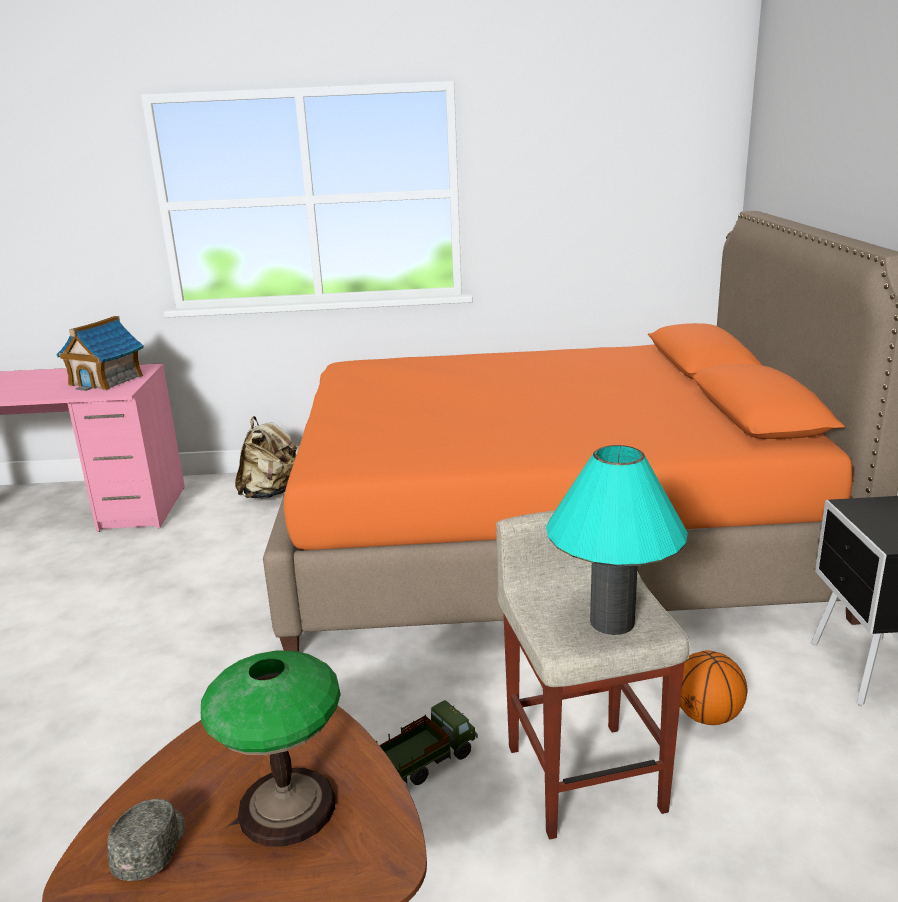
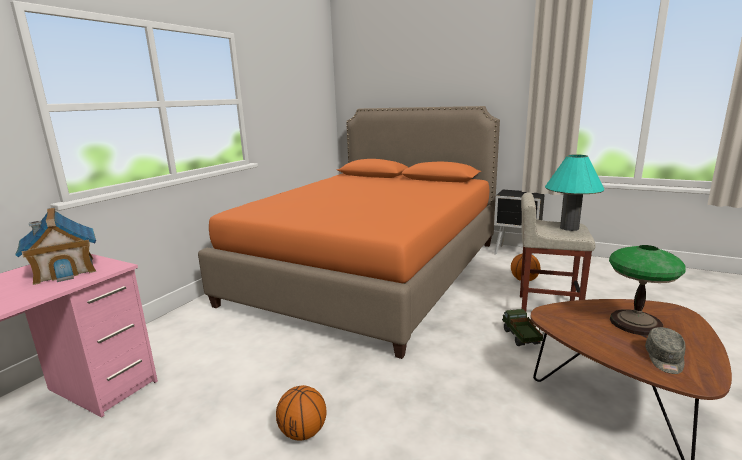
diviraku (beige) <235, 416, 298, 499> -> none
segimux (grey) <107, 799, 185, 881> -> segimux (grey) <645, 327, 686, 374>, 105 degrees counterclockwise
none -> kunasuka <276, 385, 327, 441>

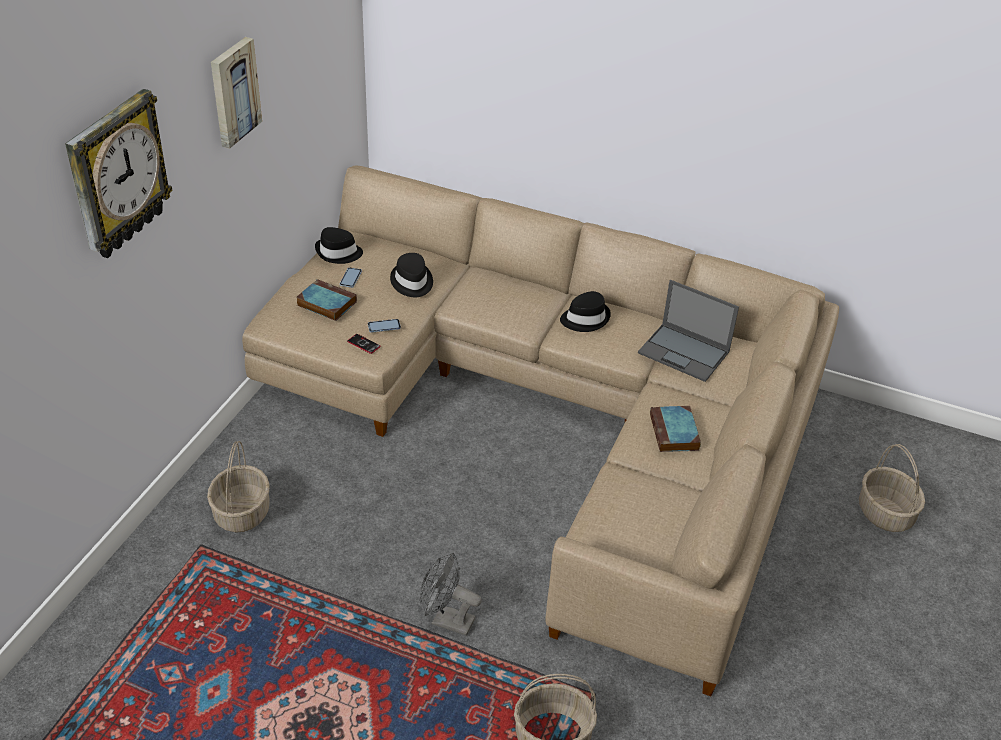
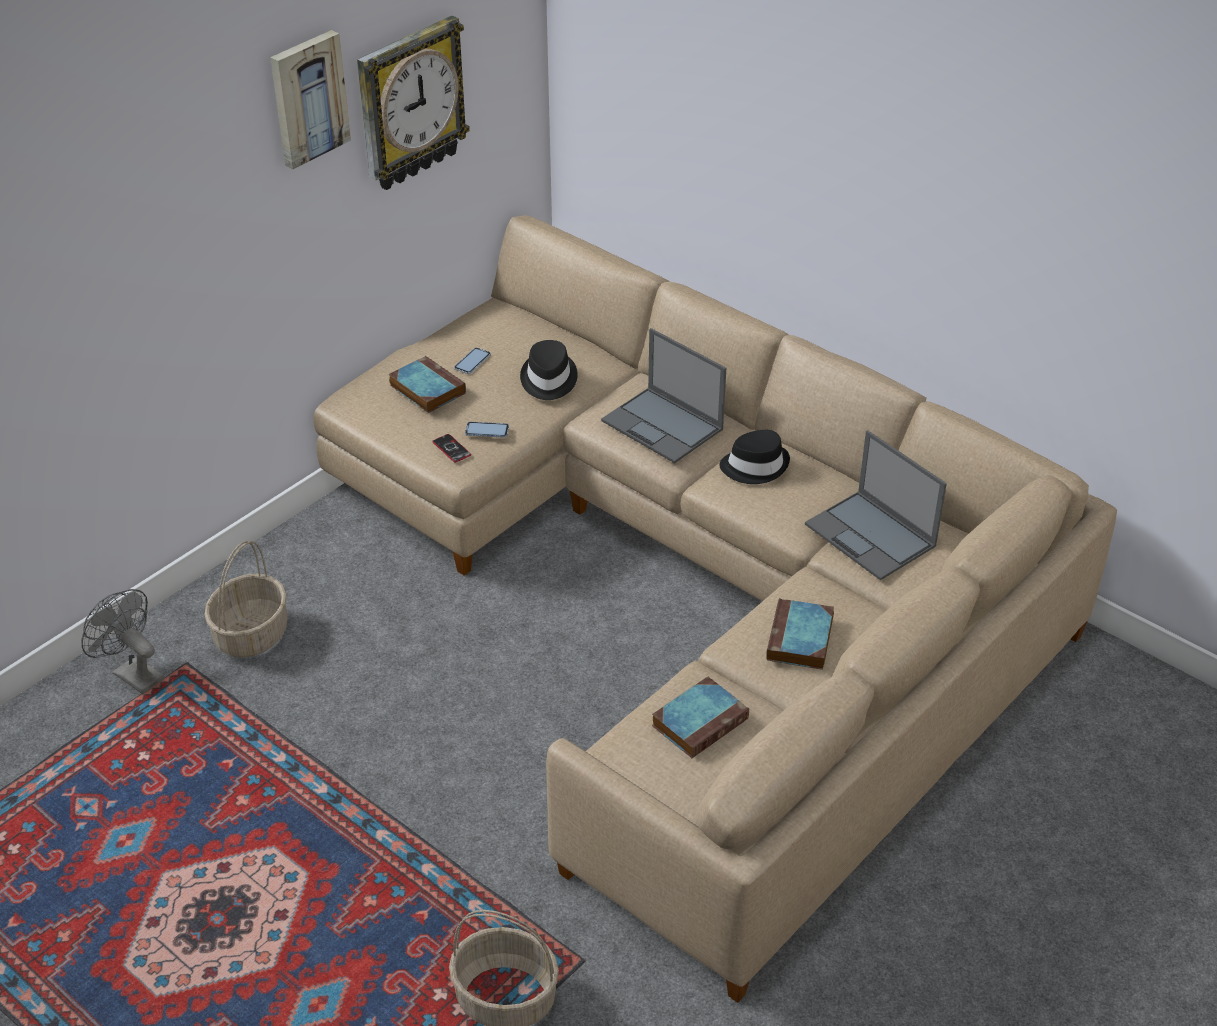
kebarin <65, 89, 173, 258> -> kebarin <357, 16, 470, 190>, relocated
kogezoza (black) <315, 227, 363, 264> -> none
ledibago <859, 444, 925, 532> -> none
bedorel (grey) <419, 553, 482, 636> -> bedorel (grey) <81, 589, 164, 694>, relocated
none -> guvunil <601, 328, 726, 463>
none -> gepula <652, 677, 749, 758>

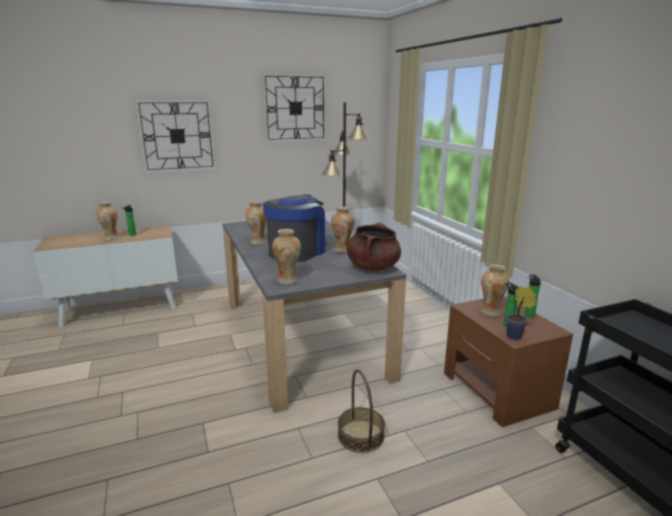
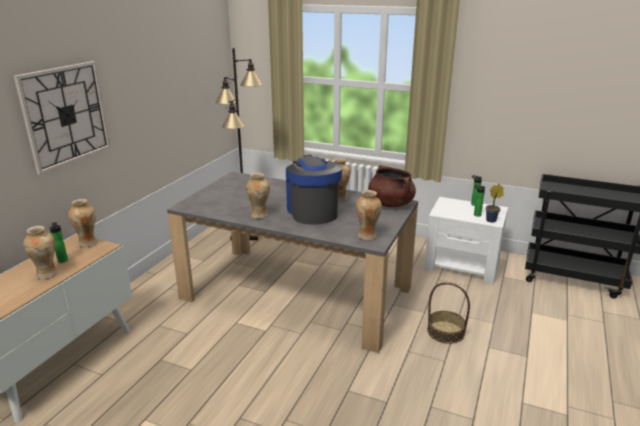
kebarin <262, 73, 327, 143> -> none
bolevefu <481, 264, 509, 316> -> bolevefu <68, 199, 97, 247>, relocated
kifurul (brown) <444, 296, 573, 427> -> kifurul (white) <424, 197, 508, 284>

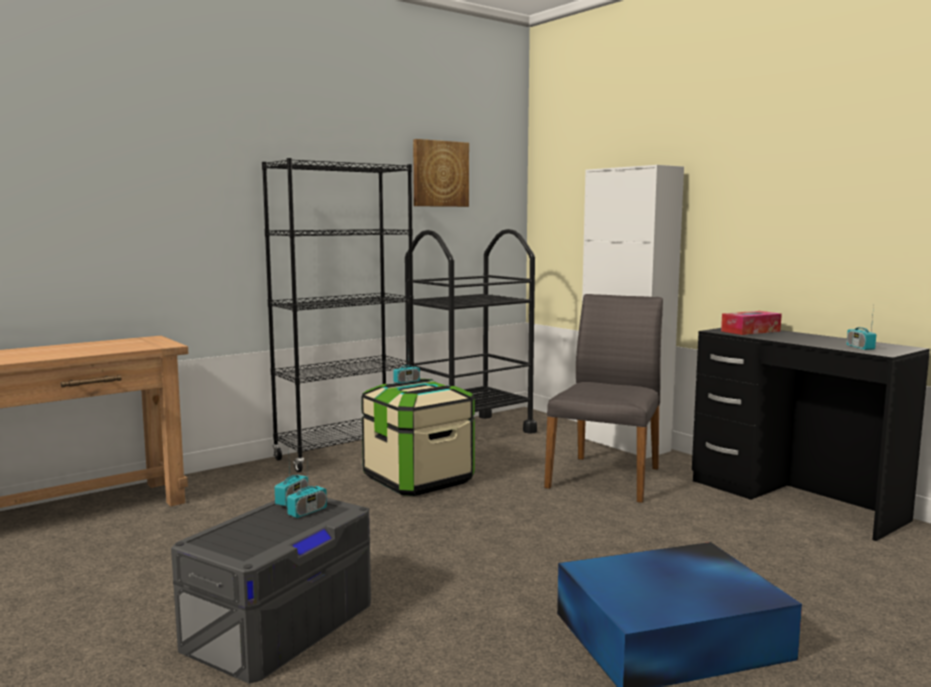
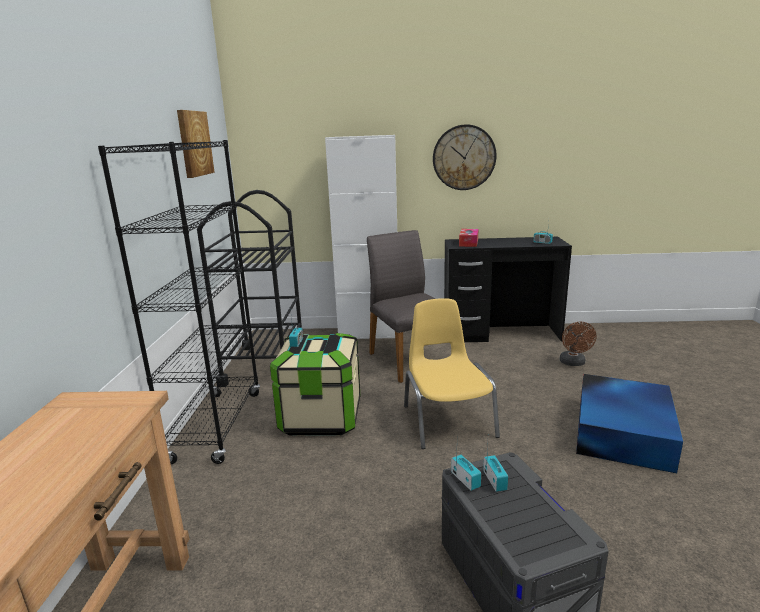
none -> kebarin <433, 124, 497, 190>
none -> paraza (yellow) <404, 298, 500, 449>
none -> bedorel (brown) <560, 322, 596, 366>

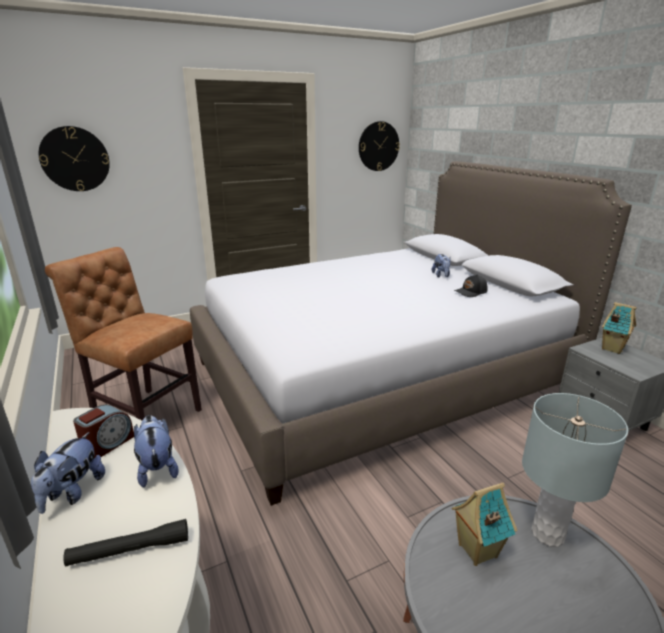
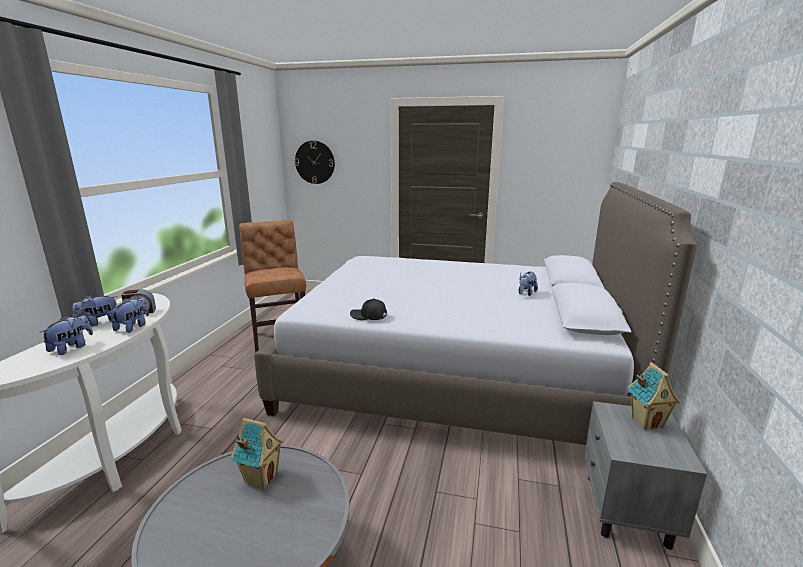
kebarin <359, 121, 400, 171> -> none
segimux (black) <454, 275, 488, 297> -> segimux (black) <350, 298, 387, 320>, relocated
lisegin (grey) <522, 393, 628, 547> -> none
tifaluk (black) <63, 519, 188, 566> -> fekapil <41, 315, 93, 355>

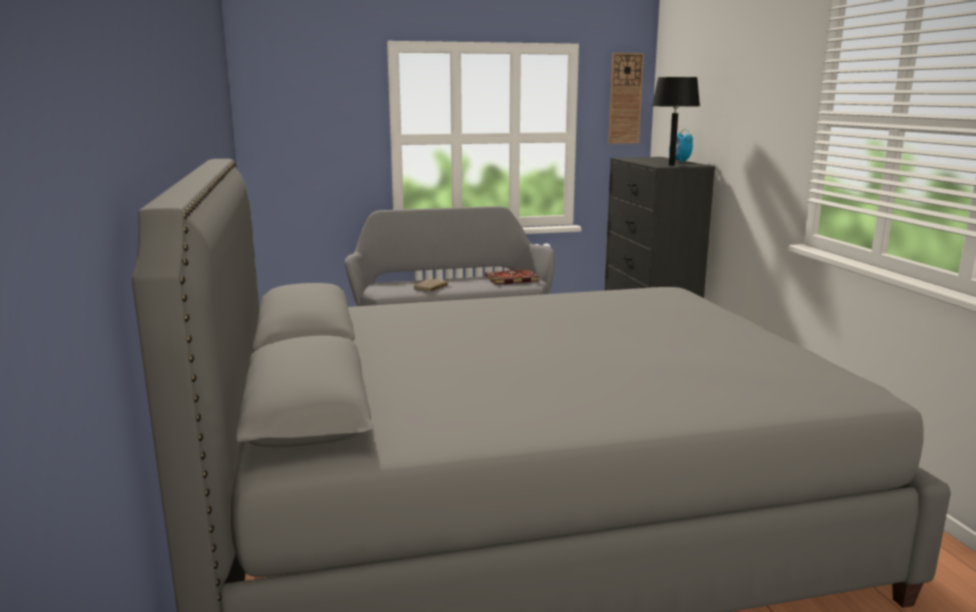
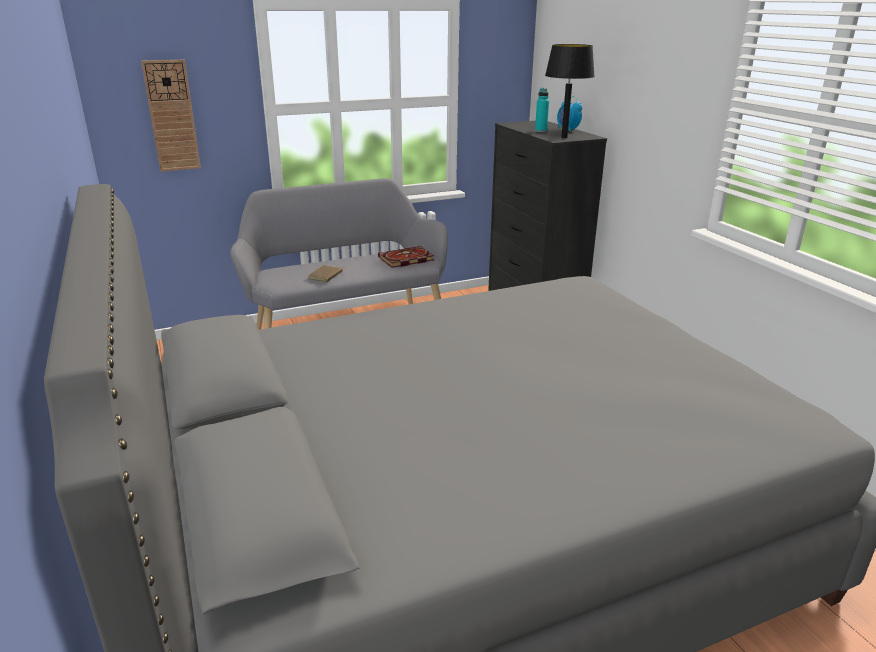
kebarin <608, 53, 644, 144> -> kebarin <141, 60, 201, 171>, relocated
none -> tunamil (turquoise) <535, 88, 549, 132>

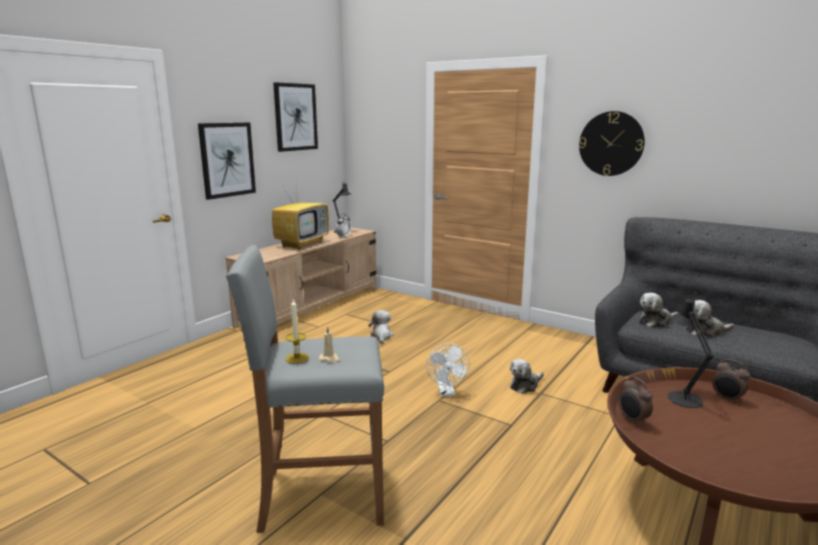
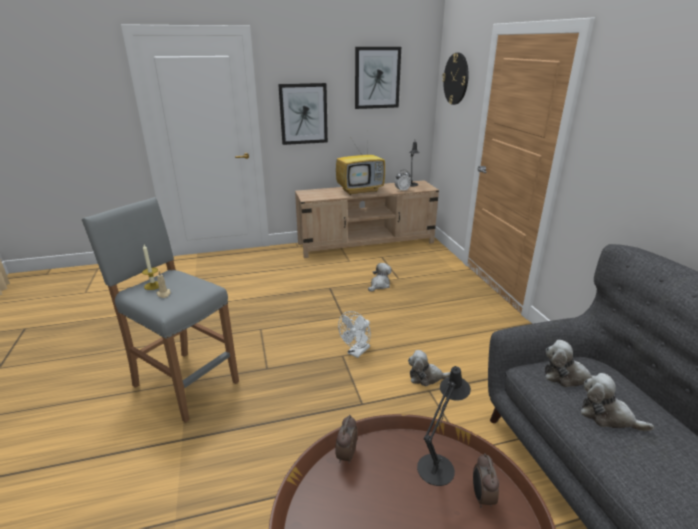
kebarin <579, 111, 645, 176> -> kebarin <442, 53, 469, 105>, relocated

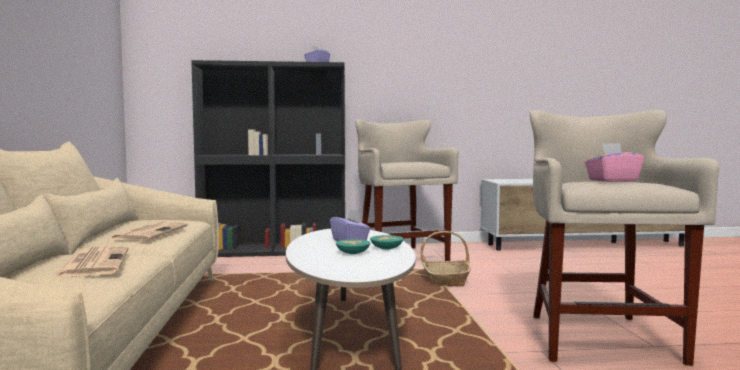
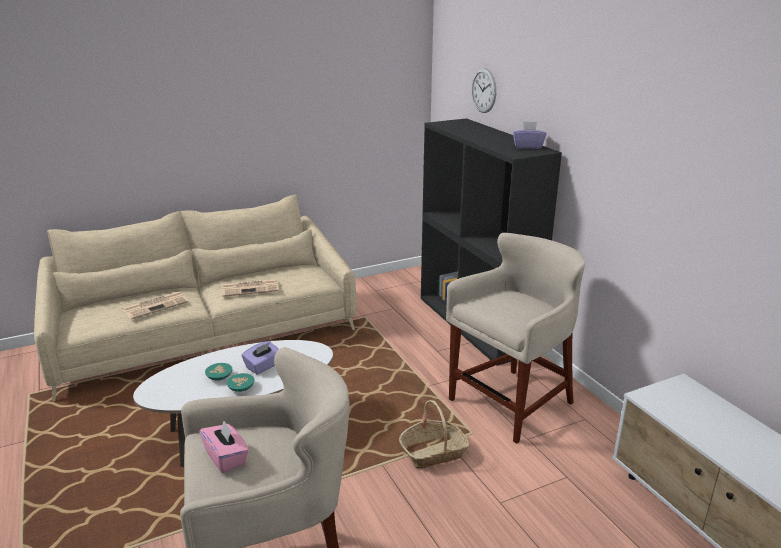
none -> kebarin <472, 68, 496, 113>

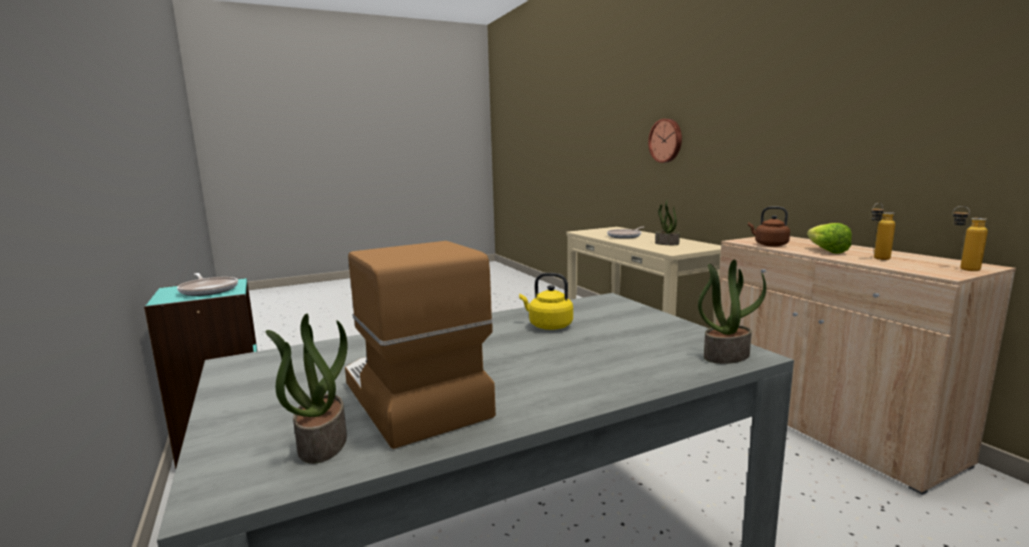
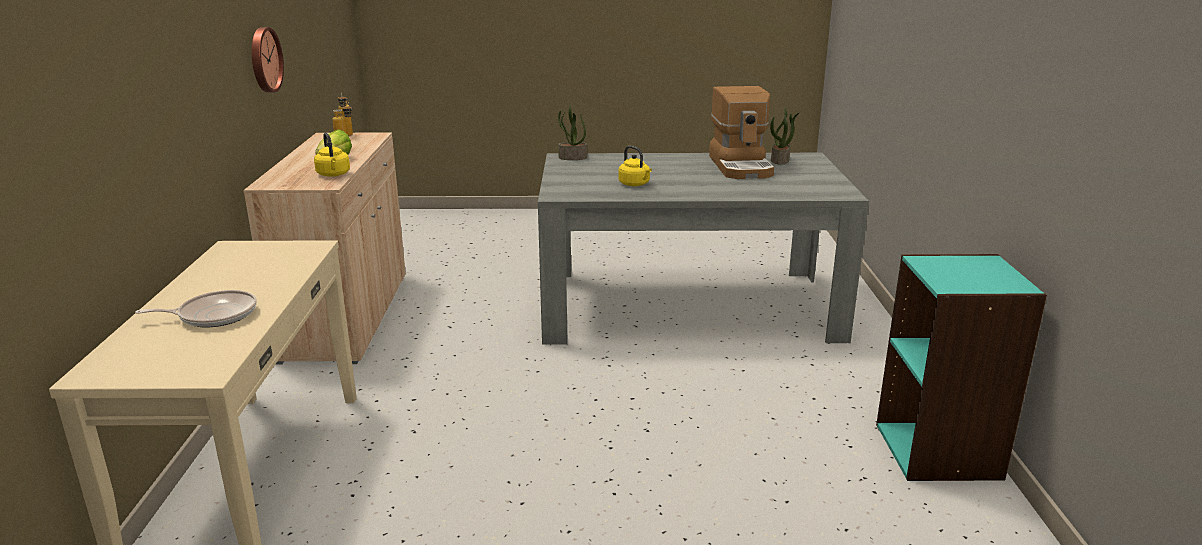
kebarin <648, 119, 682, 163> -> kebarin <252, 27, 284, 93>, relocated
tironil <655, 200, 680, 245> -> none
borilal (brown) <748, 206, 790, 246> -> borilal (yellow) <314, 133, 350, 177>
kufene <177, 273, 238, 296> -> none

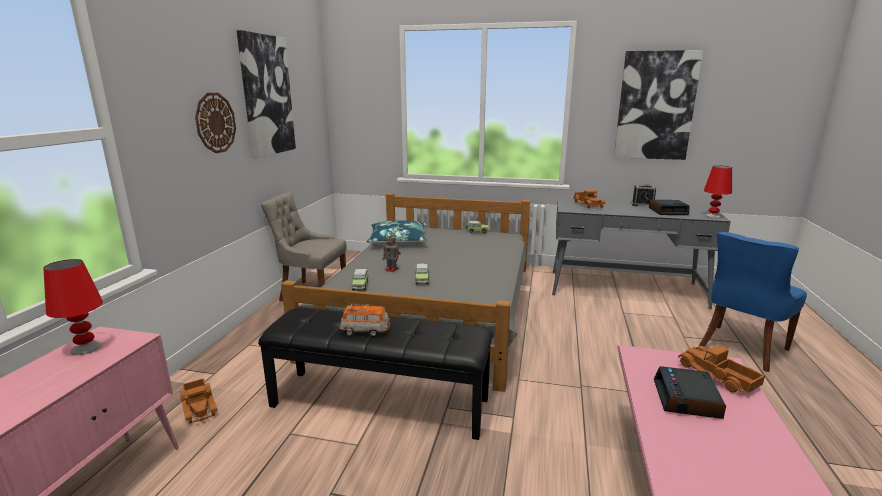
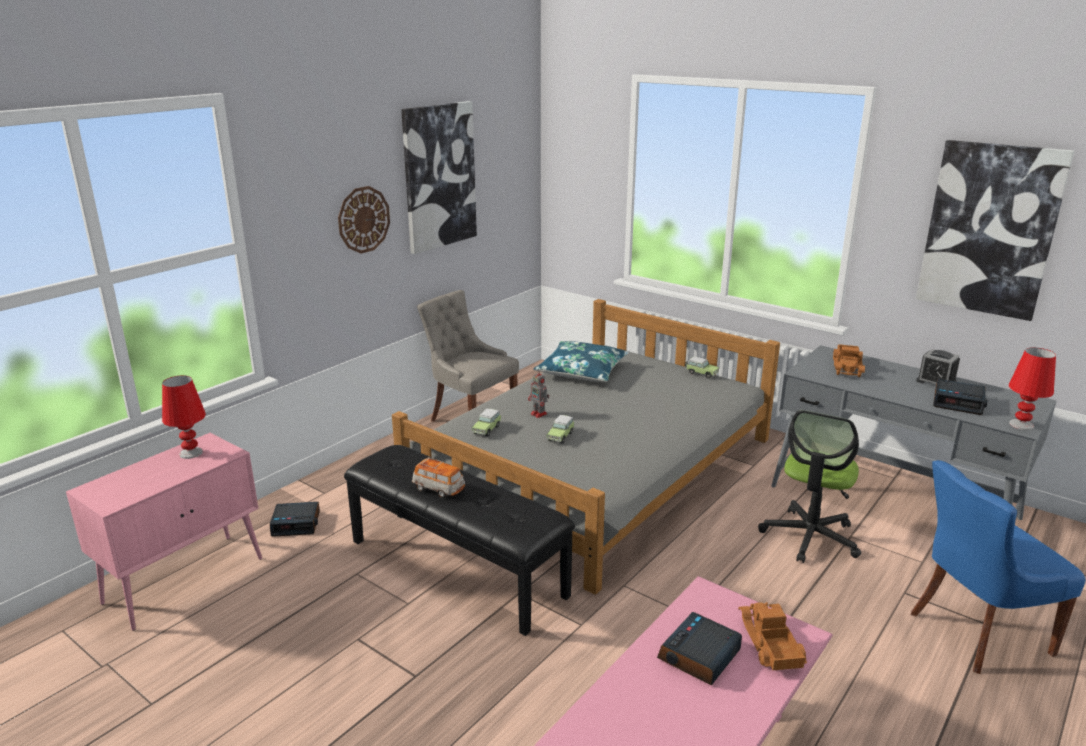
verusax <180, 378, 217, 424> -> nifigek <270, 502, 320, 537>
none -> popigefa <758, 410, 861, 563>

